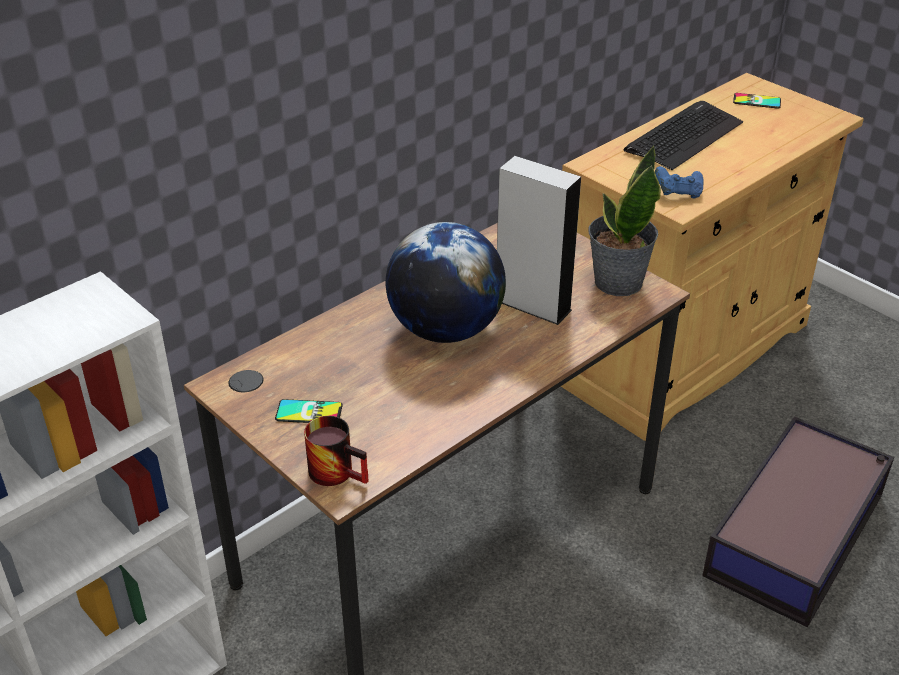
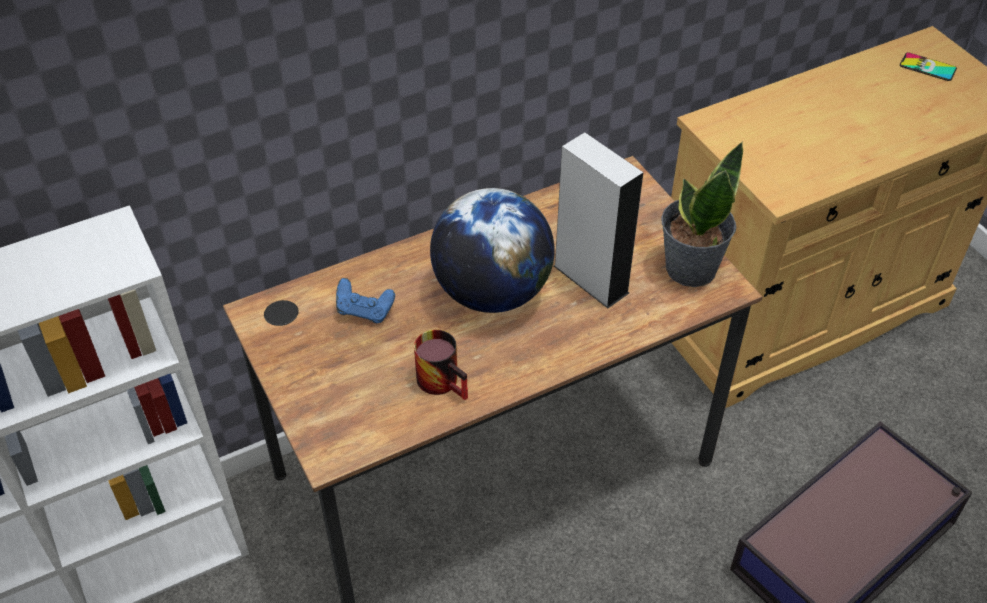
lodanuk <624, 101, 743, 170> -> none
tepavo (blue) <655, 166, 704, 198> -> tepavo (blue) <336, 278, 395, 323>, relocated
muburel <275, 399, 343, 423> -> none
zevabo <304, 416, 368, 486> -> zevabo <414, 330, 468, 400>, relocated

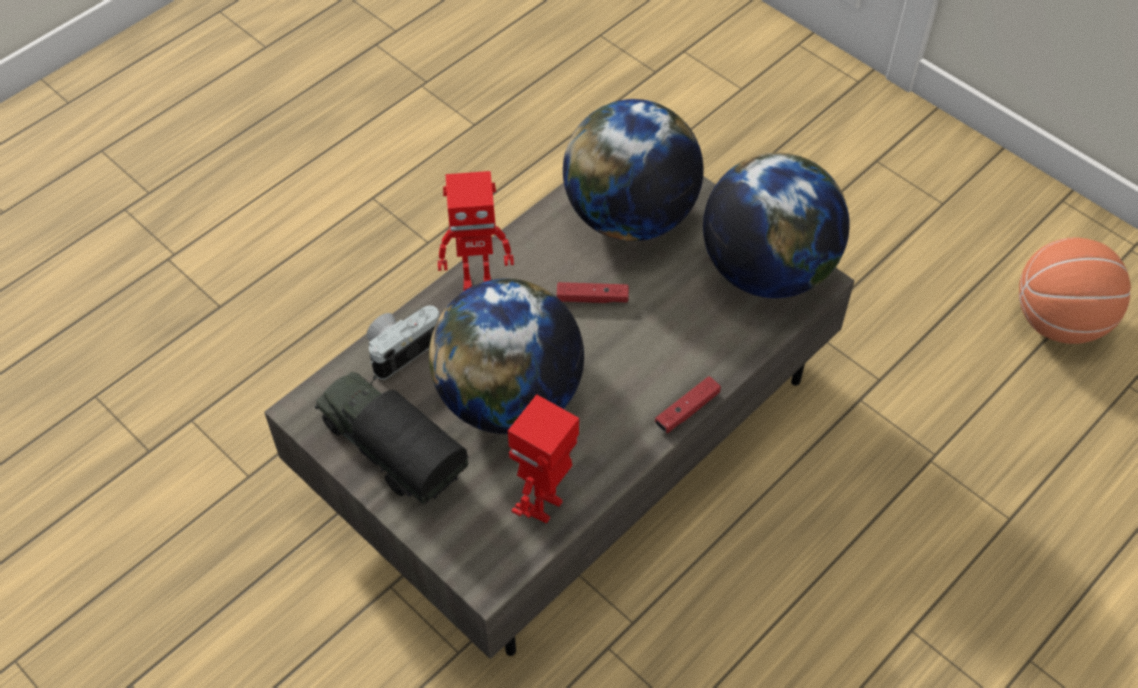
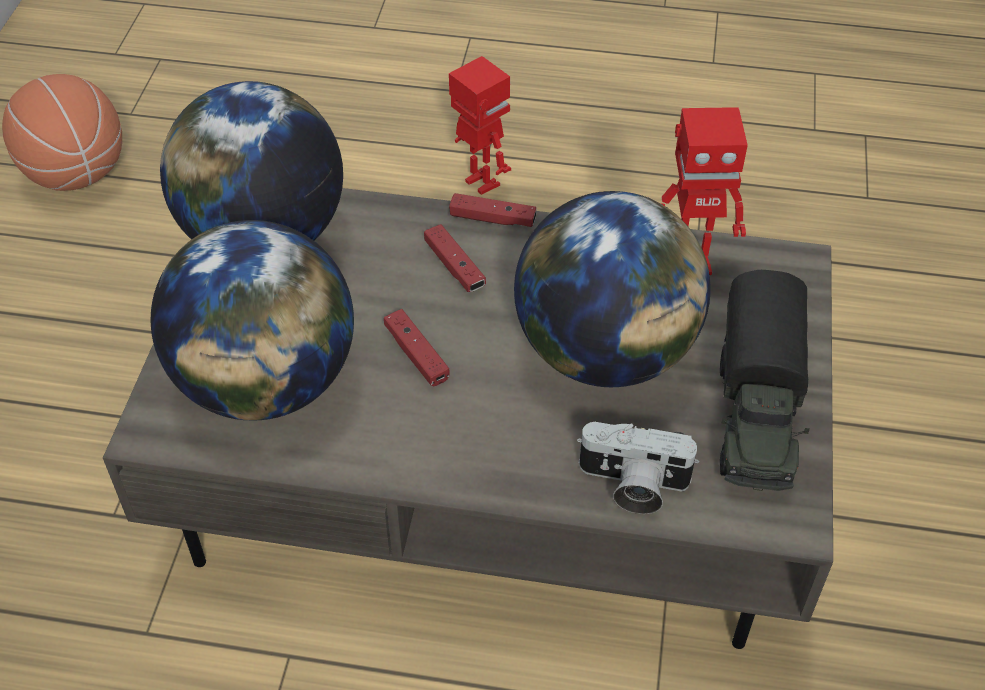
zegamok <438, 171, 514, 292> -> zegamok <449, 56, 511, 195>, relocated
none -> tepavo (red) <424, 224, 486, 292>

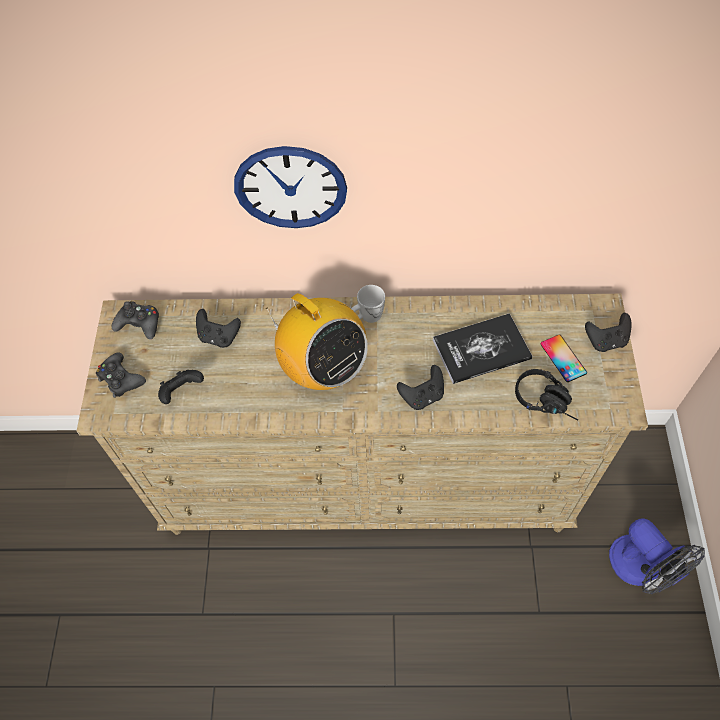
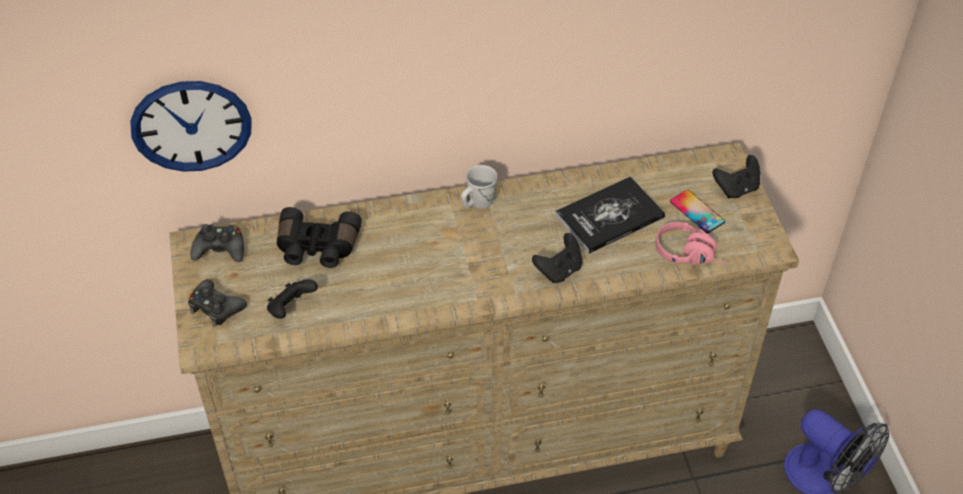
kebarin <234, 146, 347, 228> -> kebarin <130, 81, 252, 172>, relocated
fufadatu <266, 293, 368, 390> -> none
tepavo (black) <196, 309, 241, 348> -> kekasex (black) <277, 207, 362, 268>
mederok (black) <515, 369, 578, 420> -> mederok (pink) <656, 222, 728, 265>

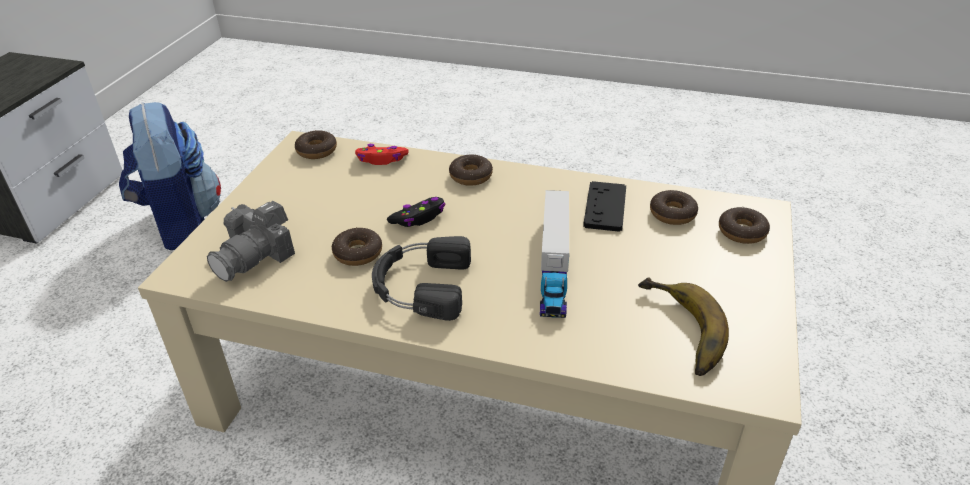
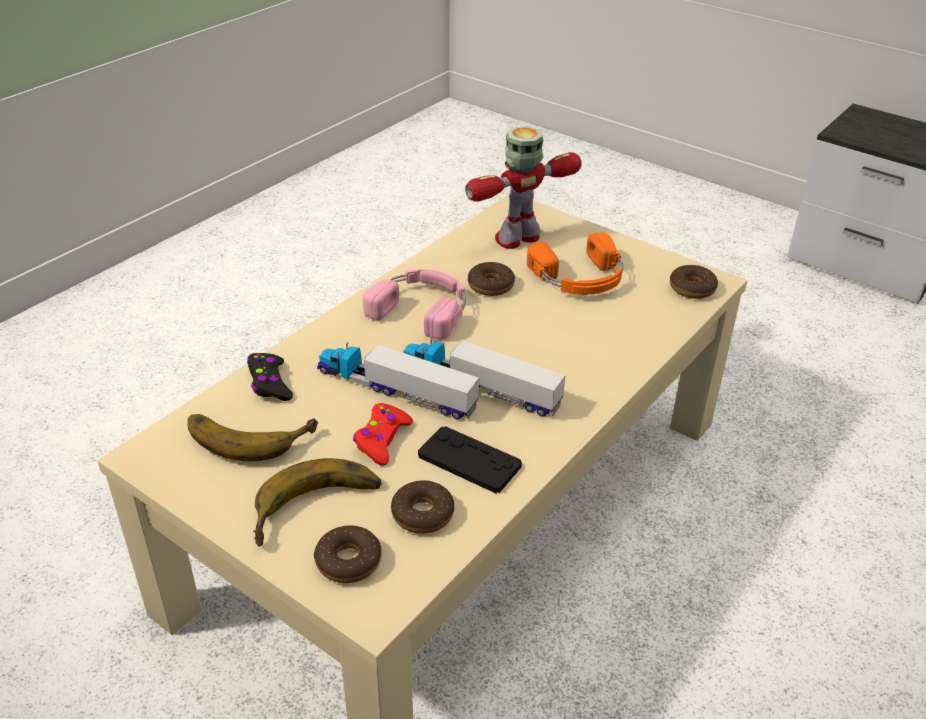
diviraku <119, 102, 221, 250> -> none
tepavo (red) <355, 144, 409, 165> -> tepavo (red) <353, 403, 413, 466>, relocated
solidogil <449, 154, 493, 186> -> none
tepavo (black) <387, 197, 445, 227> -> tepavo (black) <247, 353, 293, 401>, relocated
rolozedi <207, 201, 295, 282> -> zegamok <465, 126, 582, 249>
mederok (black) <372, 236, 471, 321> -> mederok (pink) <362, 269, 466, 340>
none -> mederok (orange) <527, 232, 623, 295>
none -> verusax <404, 338, 565, 417>
none -> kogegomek <253, 458, 382, 546>

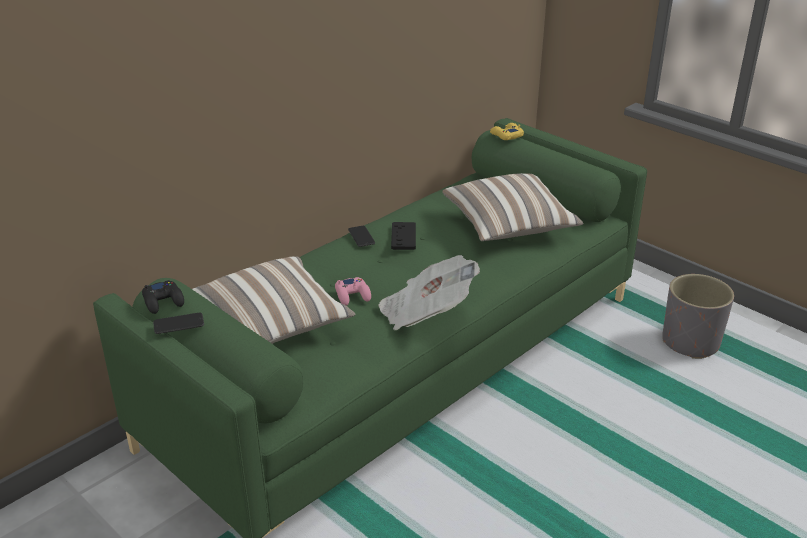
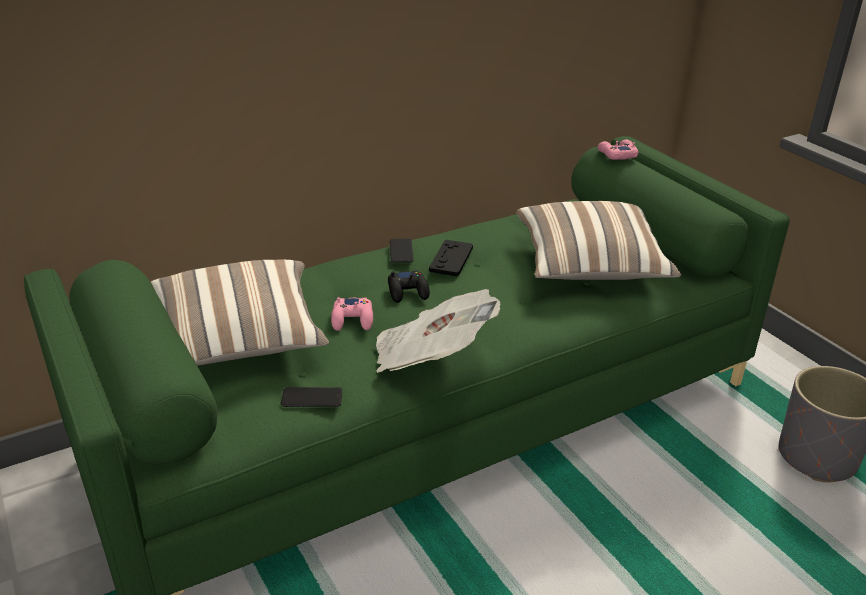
tepavo (yellow) <490, 123, 524, 140> -> tepavo (pink) <597, 140, 638, 160>
tepavo (black) <142, 280, 184, 314> -> tepavo (black) <388, 271, 430, 303>, relocated
muburel <153, 313, 204, 334> -> muburel <281, 387, 343, 407>, relocated

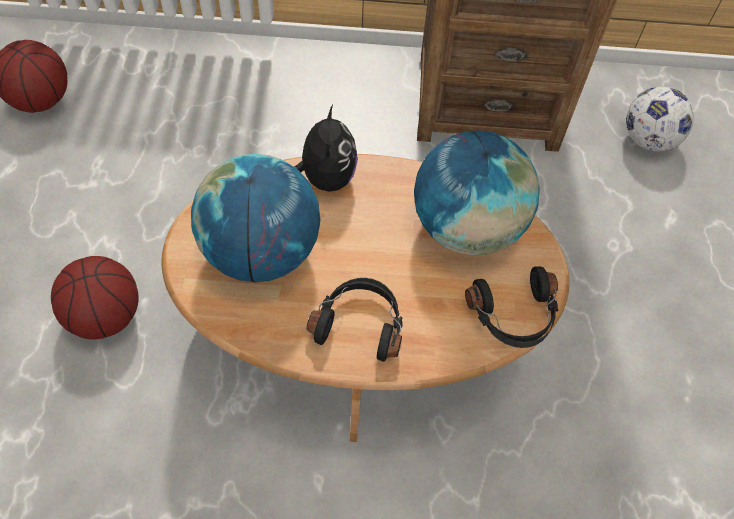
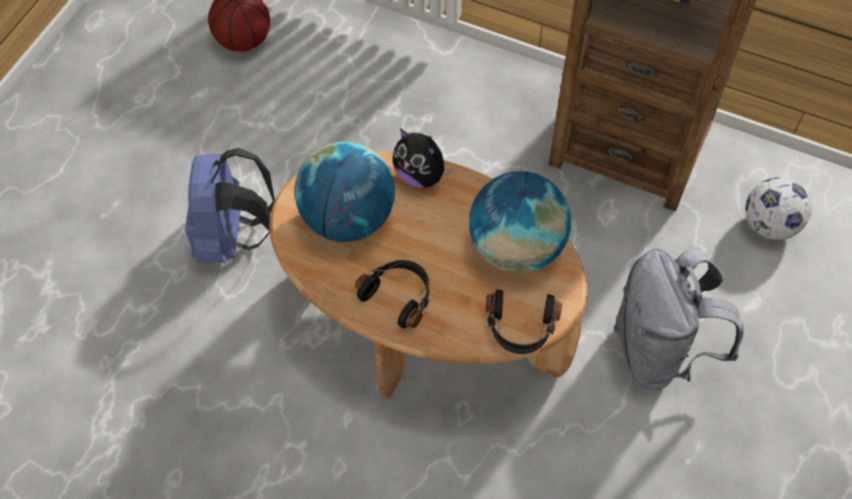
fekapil <294, 105, 358, 192> -> fekapil <393, 128, 454, 188>, 105 degrees clockwise
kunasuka <51, 256, 139, 339> -> diviraku (blue) <185, 148, 275, 263>
none -> diviraku (grey) <614, 249, 743, 390>

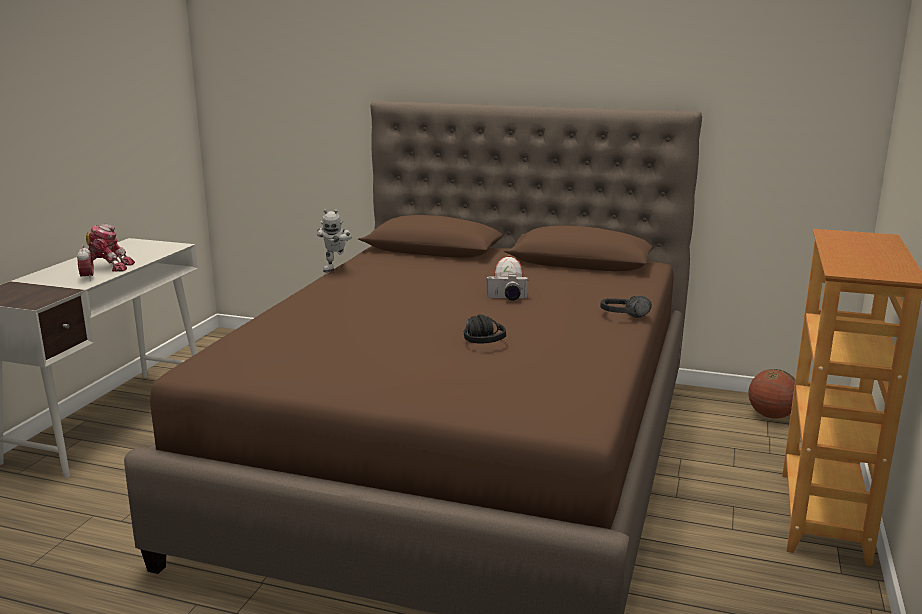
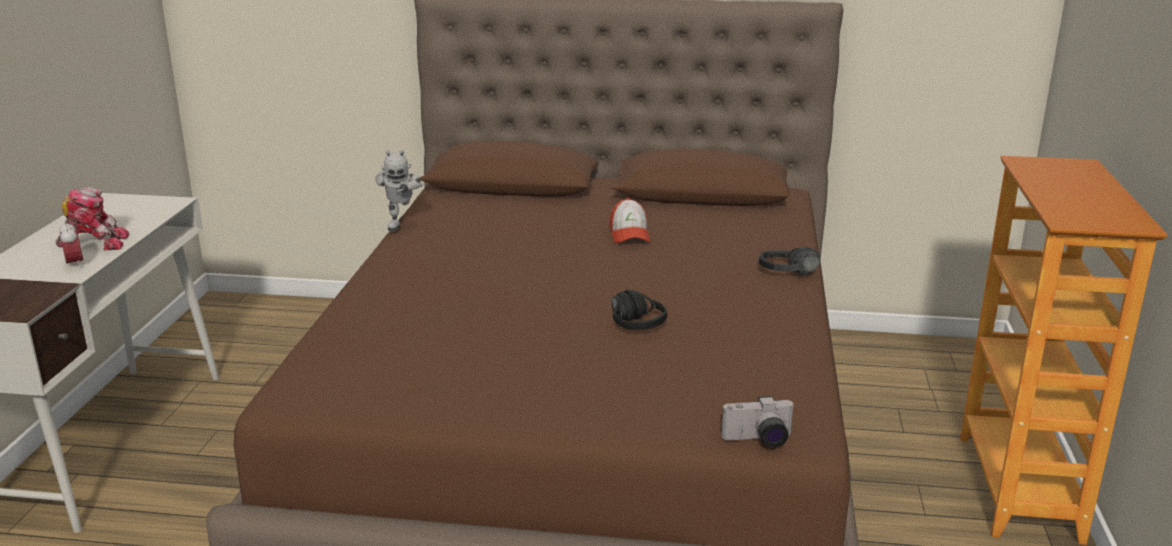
rolozedi <486, 274, 529, 300> -> rolozedi <721, 396, 795, 448>, relocated
kunasuka <748, 369, 795, 419> -> none

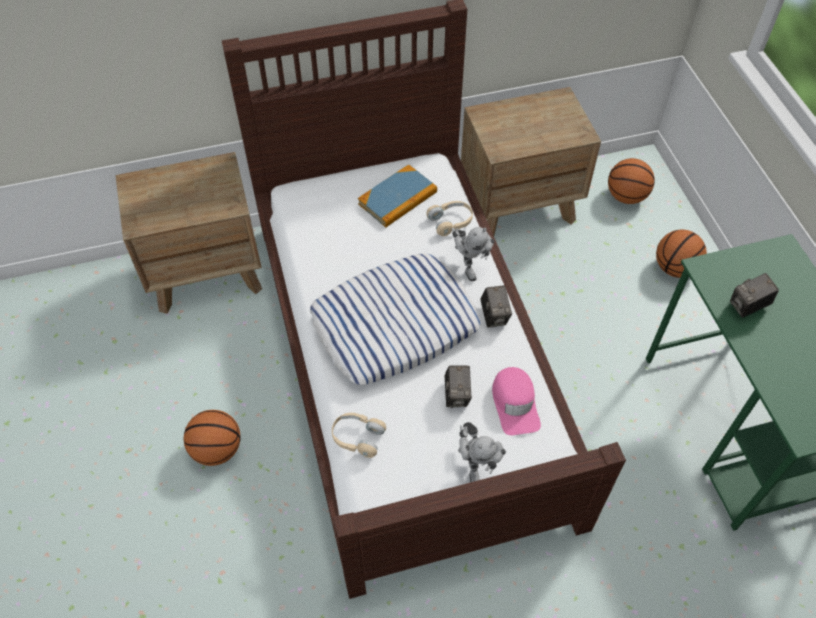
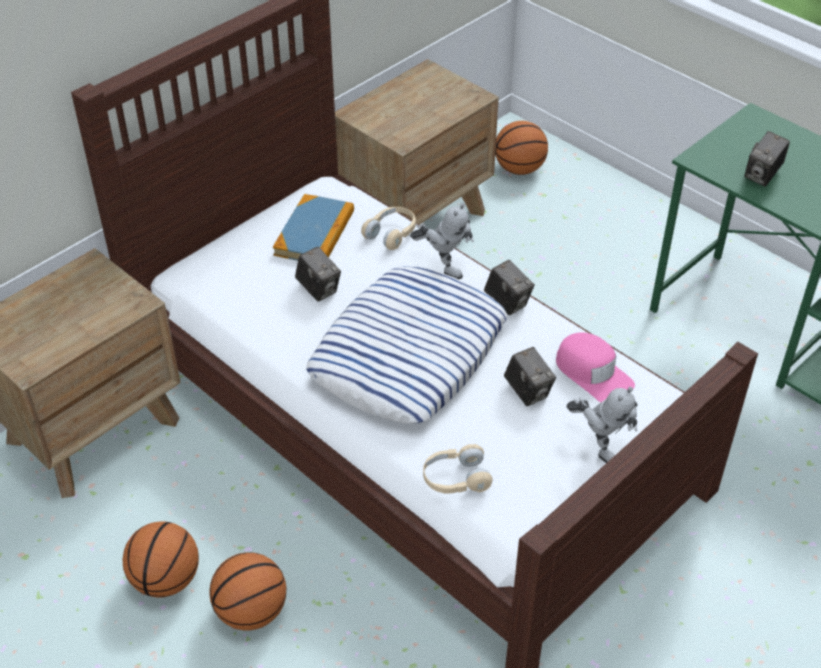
kunasuka <656, 230, 707, 278> -> kunasuka <122, 521, 199, 598>, relocated
none -> rolozedi <295, 247, 341, 301>

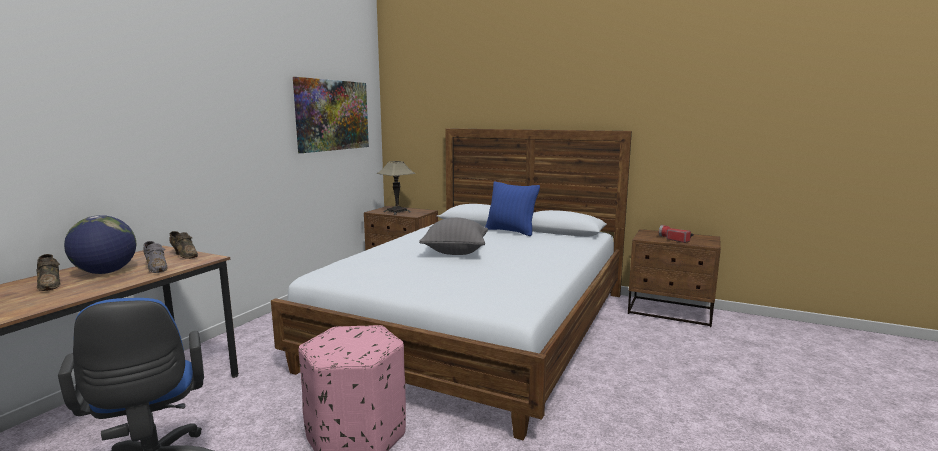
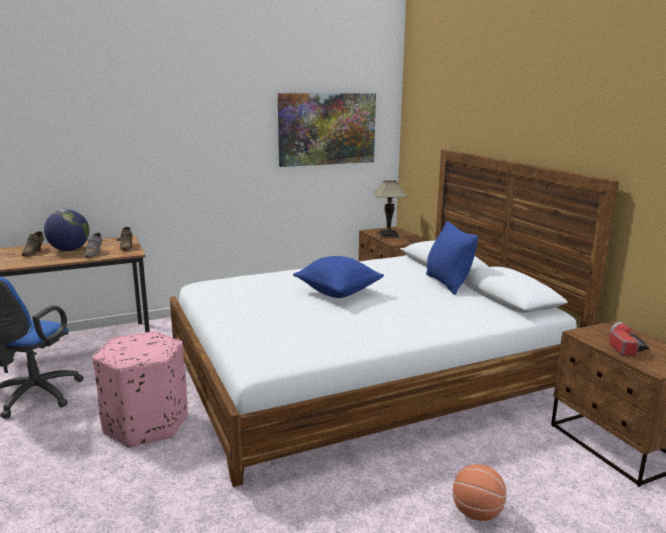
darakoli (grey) <419, 218, 488, 255> -> darakoli (blue) <293, 256, 384, 298>
none -> kunasuka <453, 464, 507, 521>

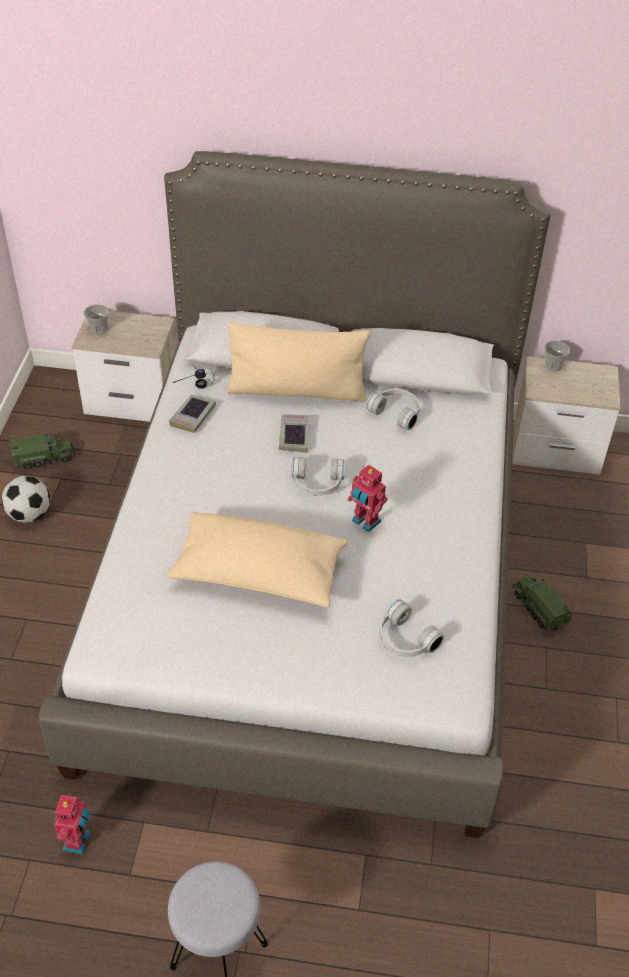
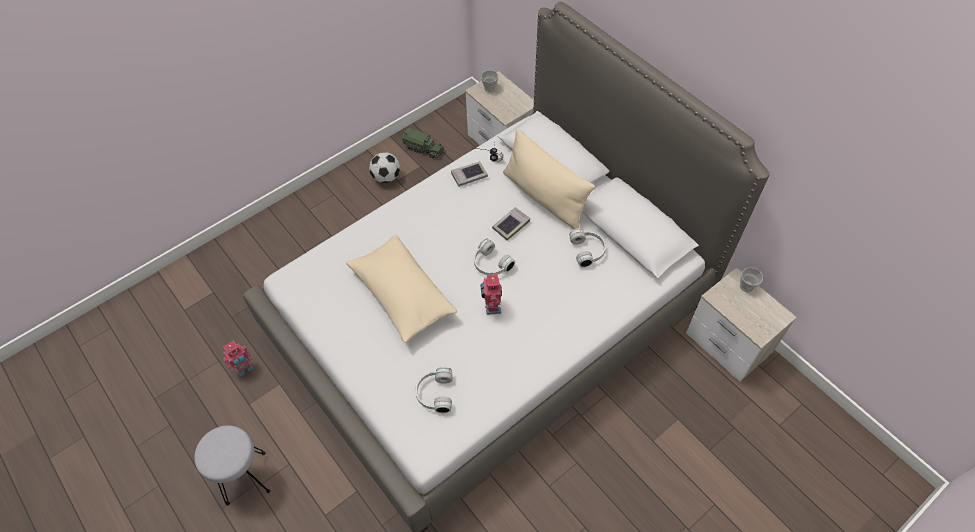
verusax <512, 576, 572, 631> -> none

